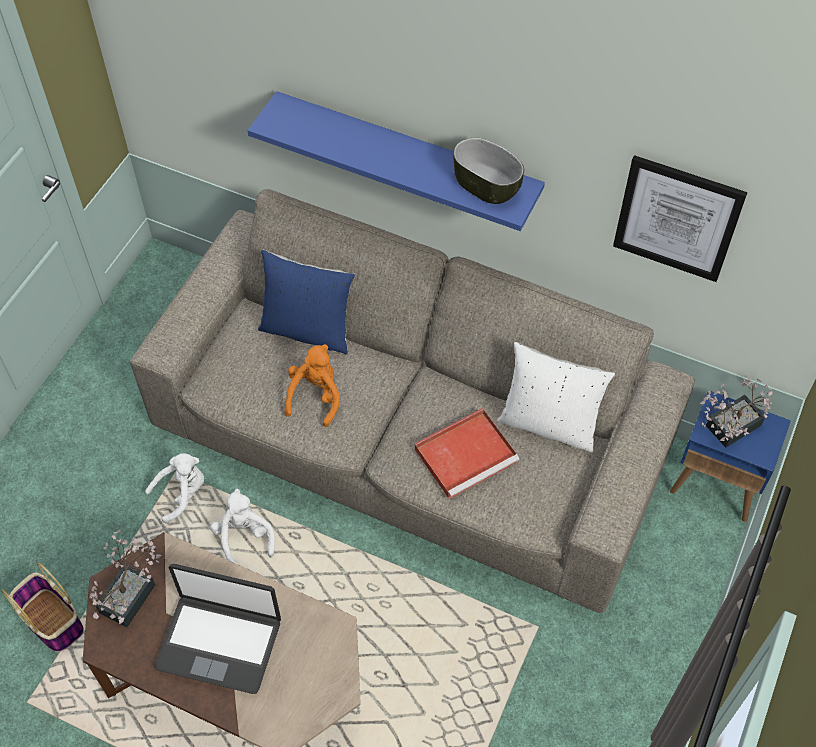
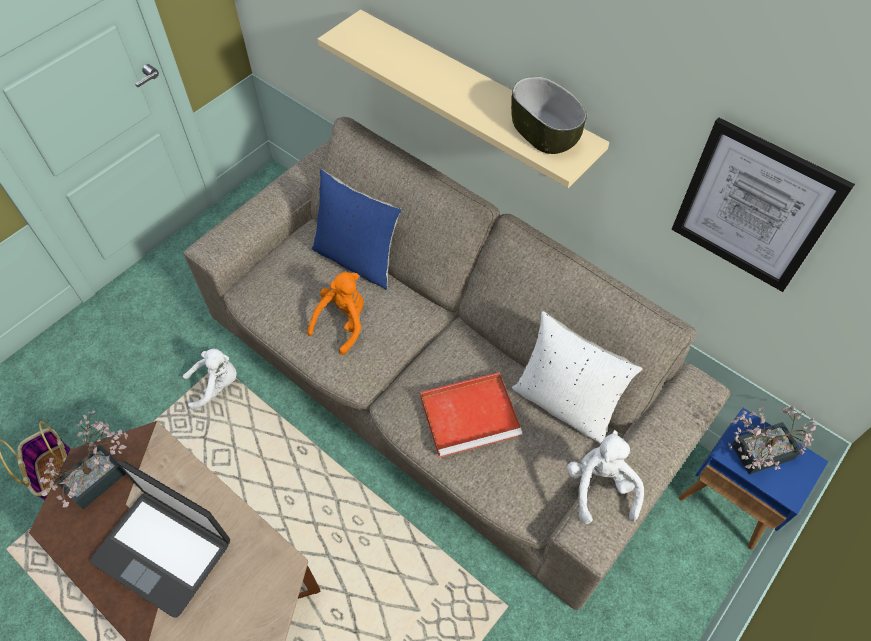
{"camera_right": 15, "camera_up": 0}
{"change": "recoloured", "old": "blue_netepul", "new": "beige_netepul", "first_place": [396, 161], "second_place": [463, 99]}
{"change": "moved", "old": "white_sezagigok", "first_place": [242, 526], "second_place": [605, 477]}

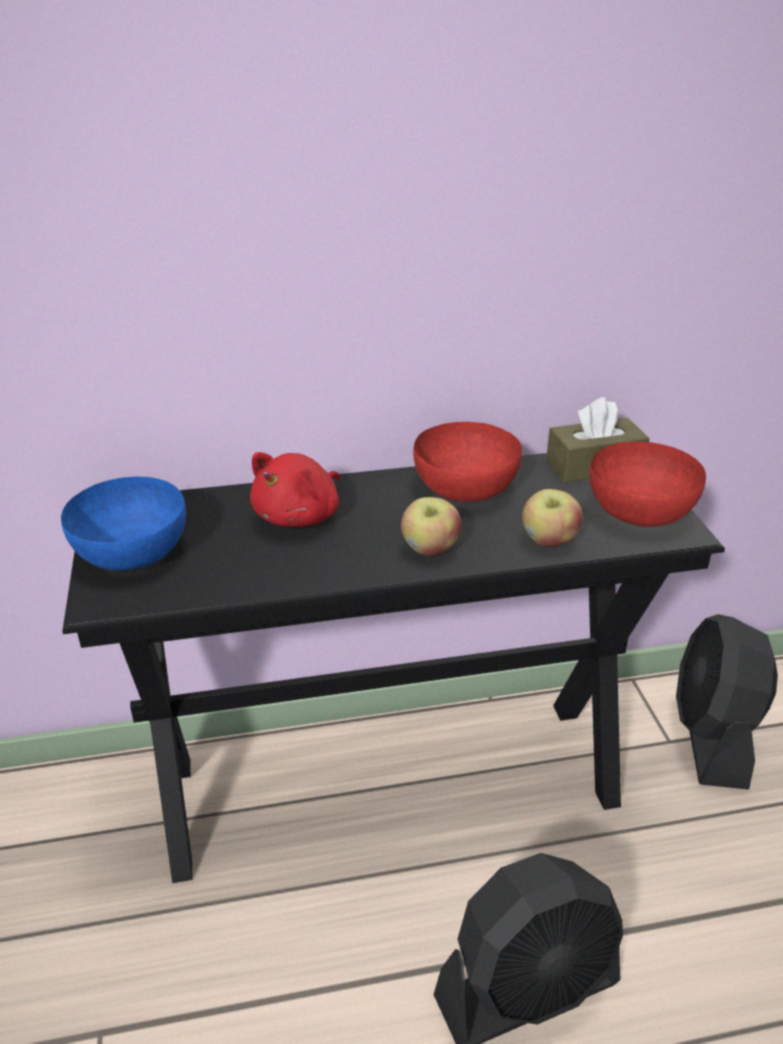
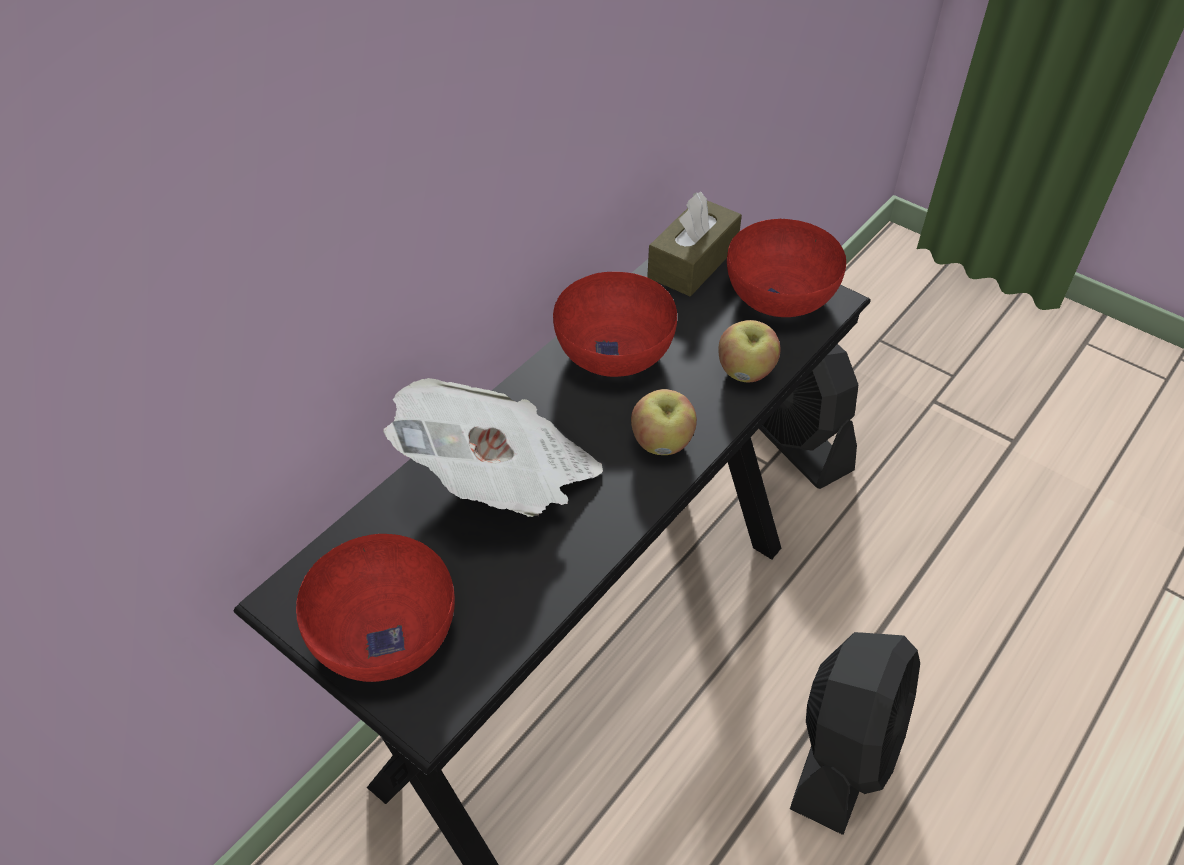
{"camera_right": -40, "camera_up": 15}
{"change": "recoloured", "old": "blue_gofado", "new": "red_gofado", "first_place": [123, 523], "second_place": [375, 608]}
{"change": "replaced", "old": "red_sezagigok", "new": "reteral", "first_place": [295, 489], "second_place": [493, 447]}

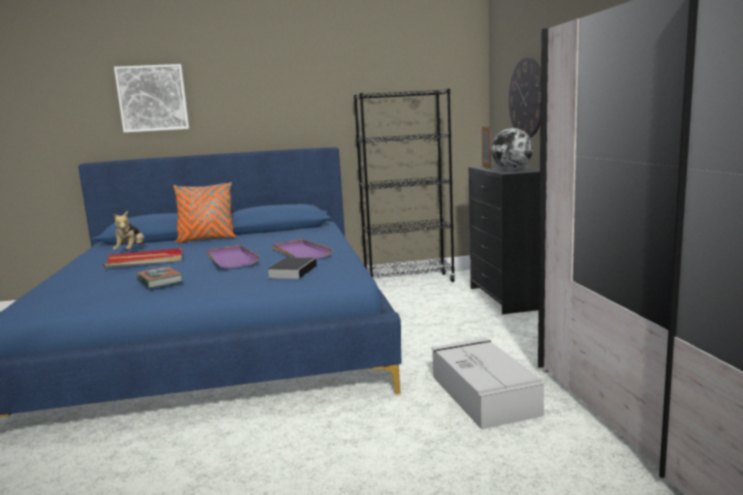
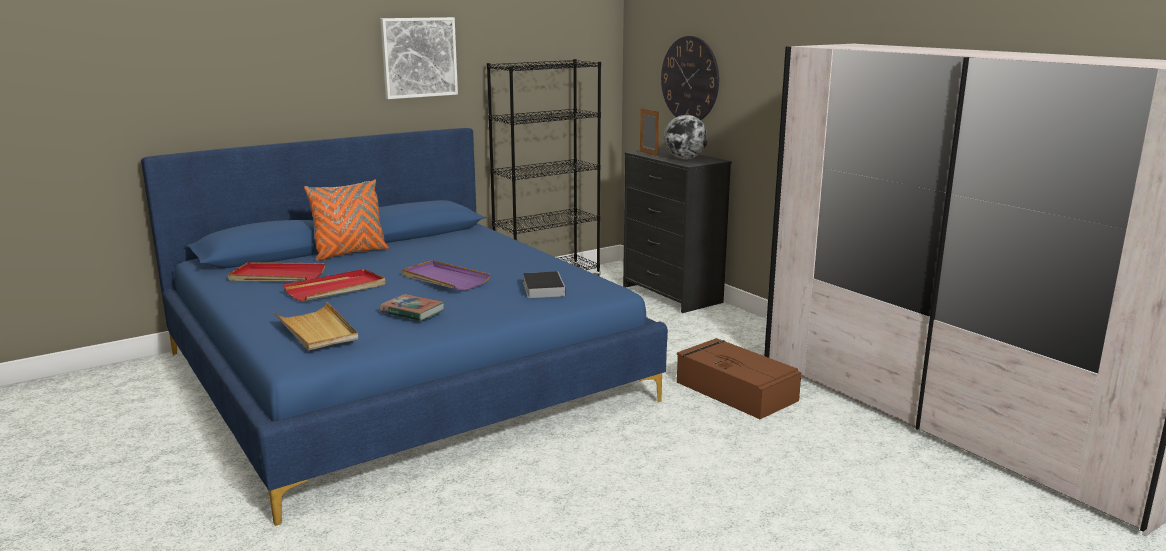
{"camera_right": -25, "camera_up": 5}
{"change": "replaced", "old": "sezagigok", "new": "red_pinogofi", "first_place": [128, 230], "second_place": [277, 271]}
{"change": "added", "new": "beige_pinogofi", "second_place": [316, 326]}
{"change": "moved", "old": "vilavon", "first_place": [151, 98], "second_place": [419, 58]}
{"change": "recoloured", "old": "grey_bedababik", "new": "brown_bedababik", "first_place": [488, 384], "second_place": [739, 378]}
{"change": "removed", "old": "purple_pinogofi", "first_place": [303, 249]}

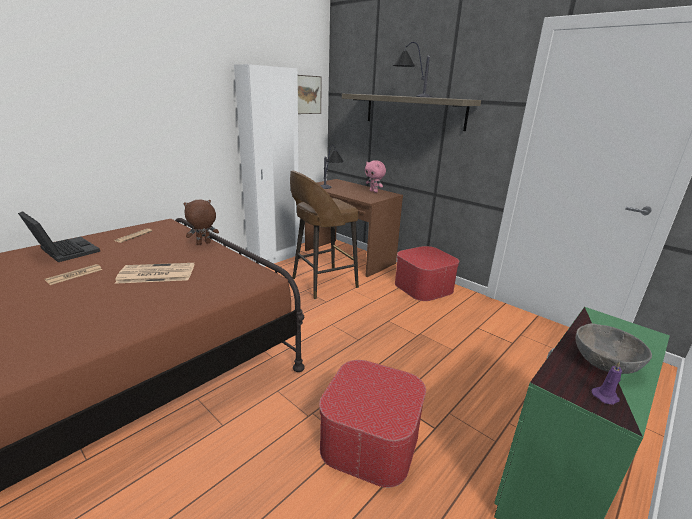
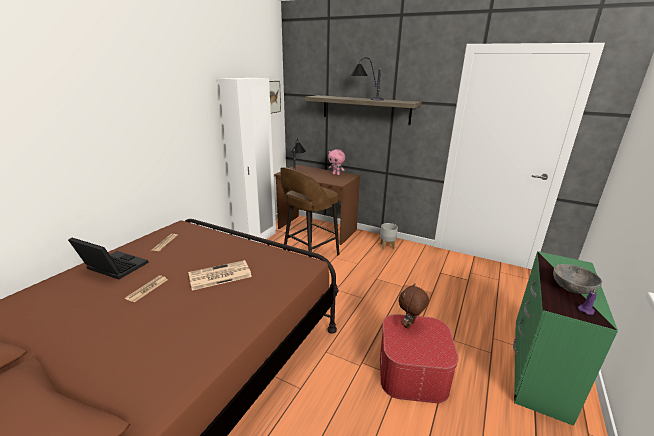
{"camera_right": -15, "camera_up": 0}
{"change": "replaced", "old": "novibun", "new": "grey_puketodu", "first_place": [427, 273], "second_place": [389, 236]}
{"change": "moved", "old": "brown_sezagigok", "first_place": [201, 222], "second_place": [414, 306]}

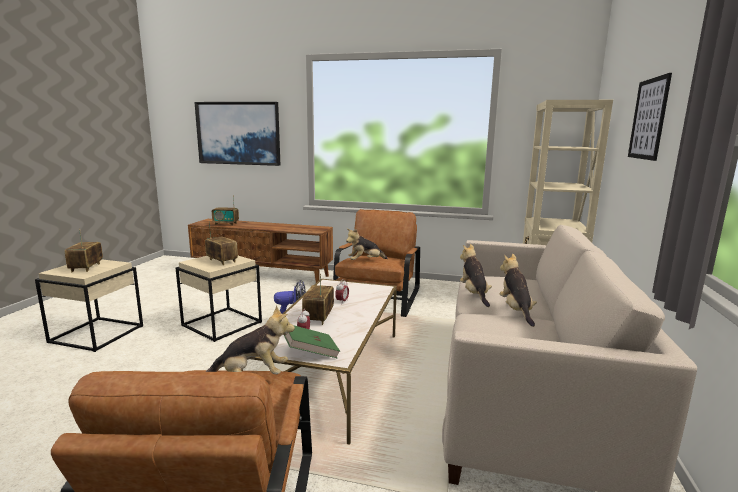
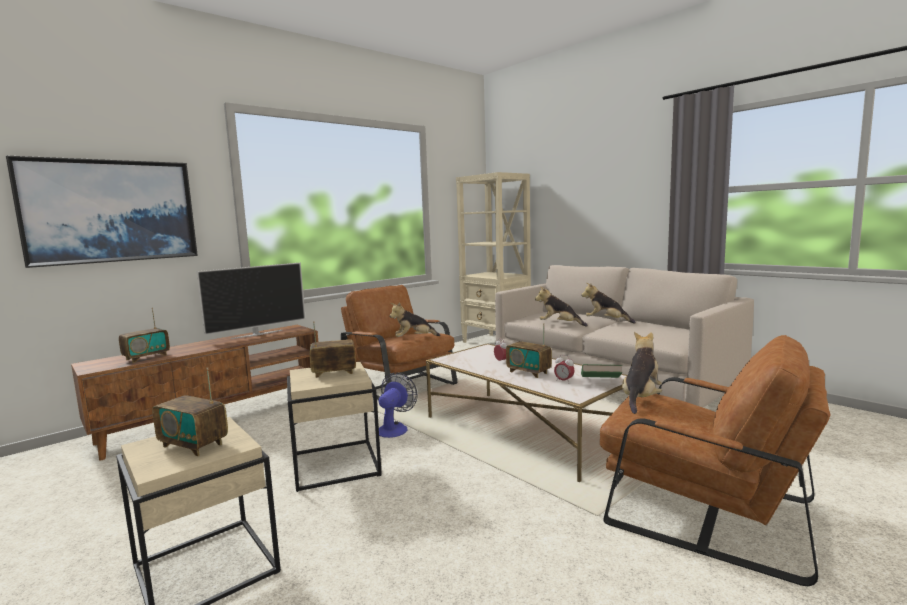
{"camera_right": -55, "camera_up": -5}
{"change": "added", "new": "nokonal", "second_place": [251, 301]}
{"change": "turned", "old": "sezagigok", "first_place": [367, 244], "second_place": [414, 320], "degrees": 60}
{"change": "removed", "old": "vilavon", "first_place": [650, 117]}

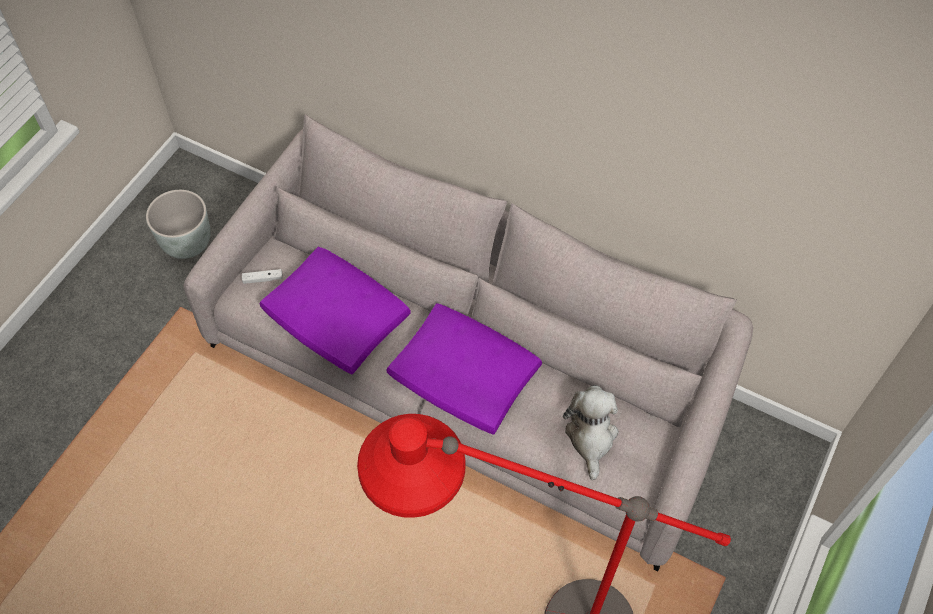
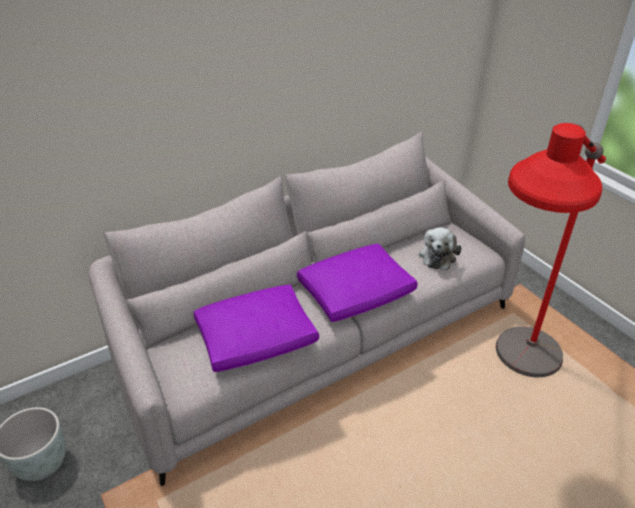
{"camera_right": -60, "camera_up": -20}
{"change": "turned", "old": "sezagigok", "first_place": [591, 433], "second_place": [440, 248], "degrees": -105}
{"change": "removed", "old": "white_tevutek", "first_place": [262, 276]}

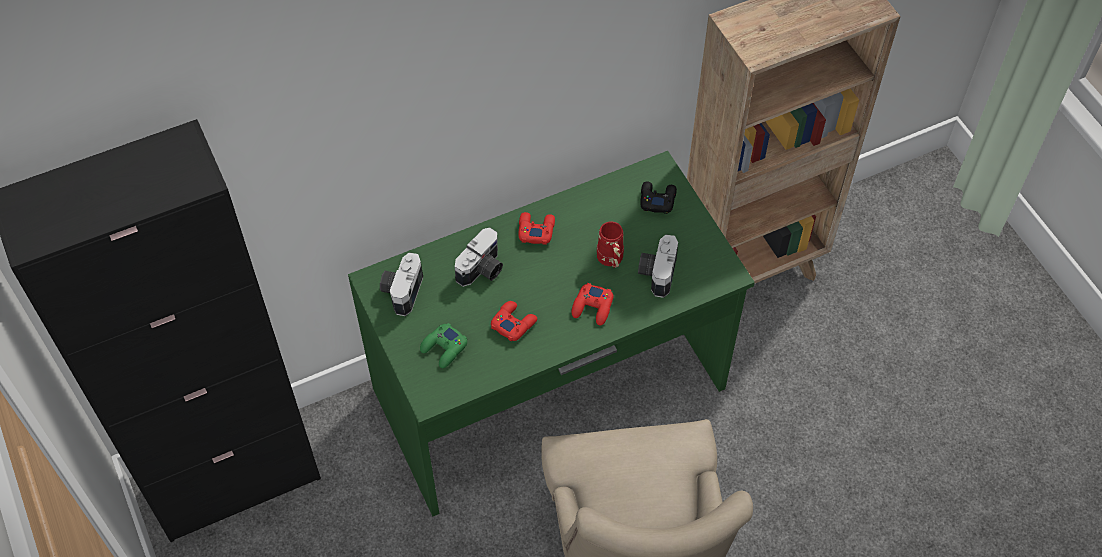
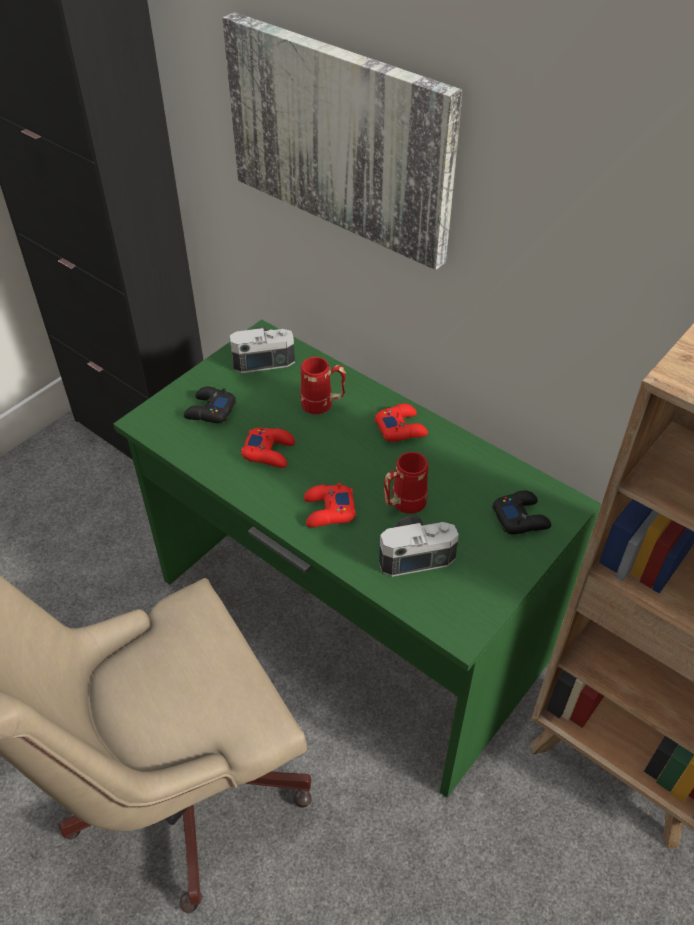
{"camera_right": 65, "camera_up": -10}
{"change": "recoloured", "old": "green_tevutek", "new": "black_tevutek", "first_place": [443, 345], "second_place": [210, 404]}
{"change": "added", "new": "vilavon", "second_place": [342, 141]}
{"change": "replaced", "old": "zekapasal", "new": "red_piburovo", "first_place": [479, 257], "second_place": [323, 385]}

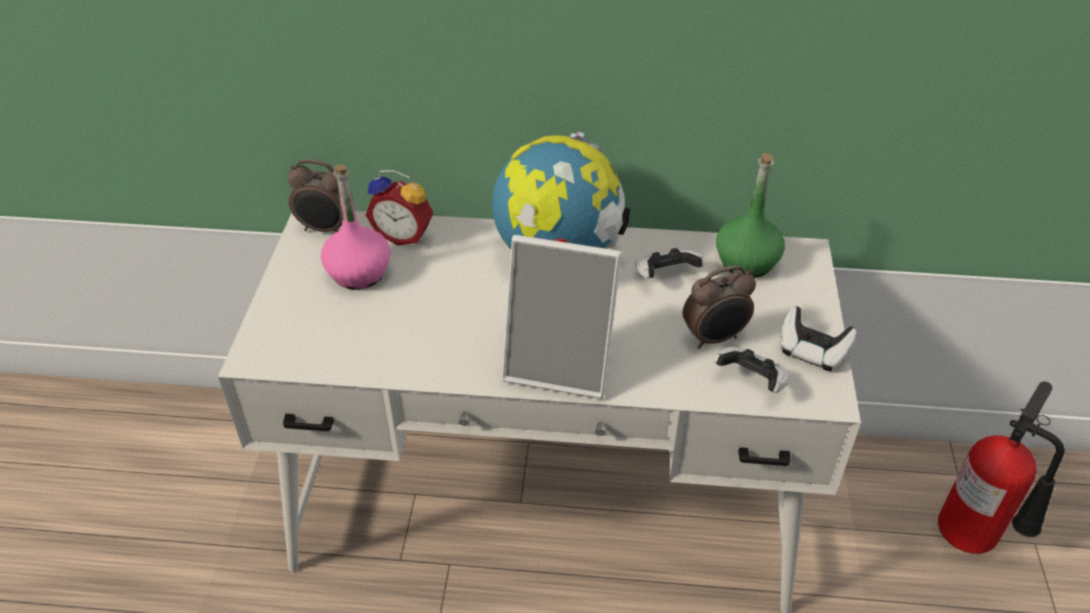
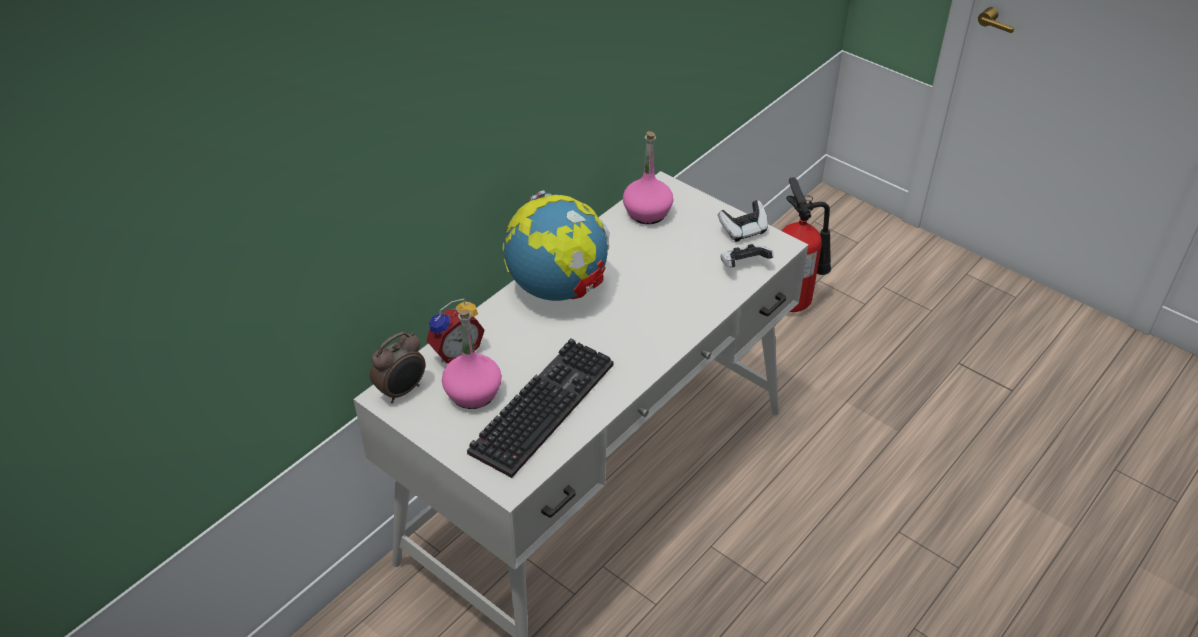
{"camera_right": -55, "camera_up": 0}
{"change": "added", "new": "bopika", "second_place": [540, 408]}
{"change": "recoloured", "old": "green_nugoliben", "new": "pink_nugoliben", "first_place": [750, 215], "second_place": [648, 177]}
{"change": "removed", "old": "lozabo", "first_place": [562, 317]}
{"change": "removed", "old": "tevutek", "first_place": [669, 263]}
{"change": "removed", "old": "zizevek", "first_place": [719, 307]}

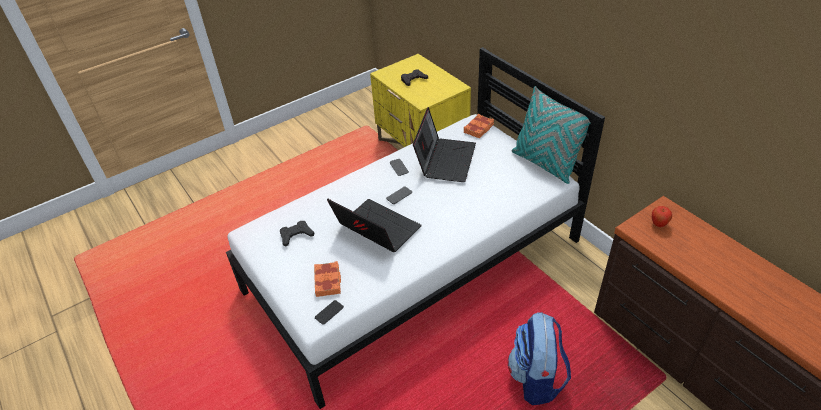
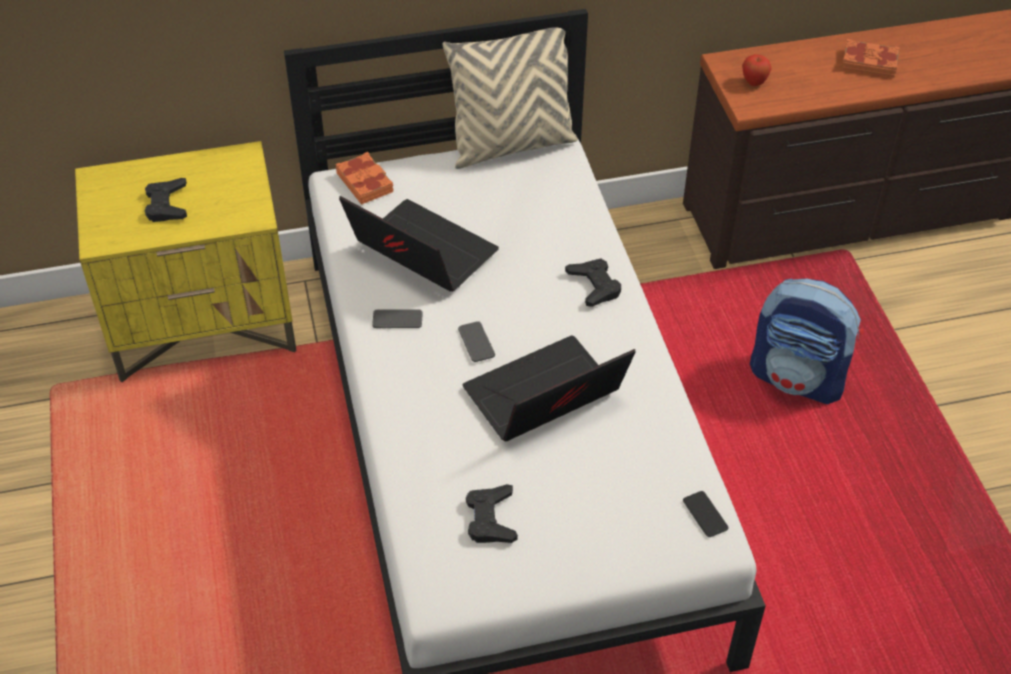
{"camera_right": -70, "camera_up": 5}
{"change": "recoloured", "old": "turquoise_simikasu", "new": "beige_simikasu", "first_place": [551, 135], "second_place": [510, 98]}
{"change": "added", "new": "black_tevutek", "second_place": [593, 283]}
{"change": "moved", "old": "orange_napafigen", "first_place": [327, 279], "second_place": [871, 58]}

